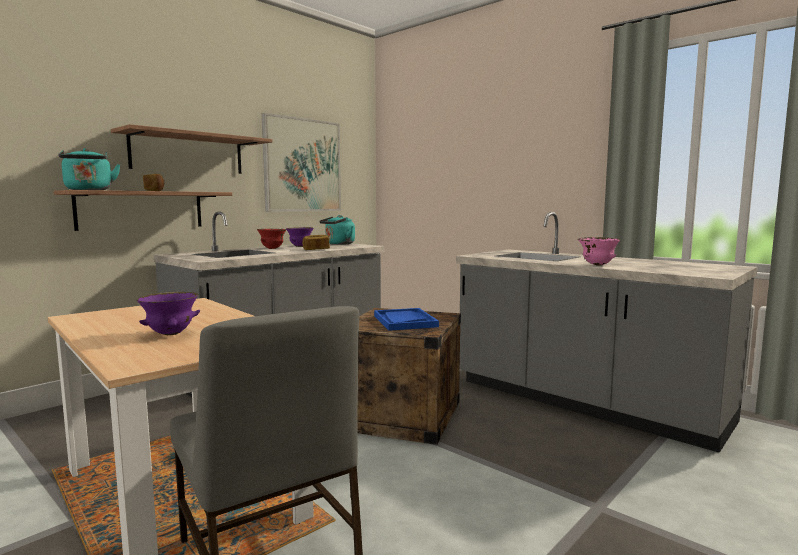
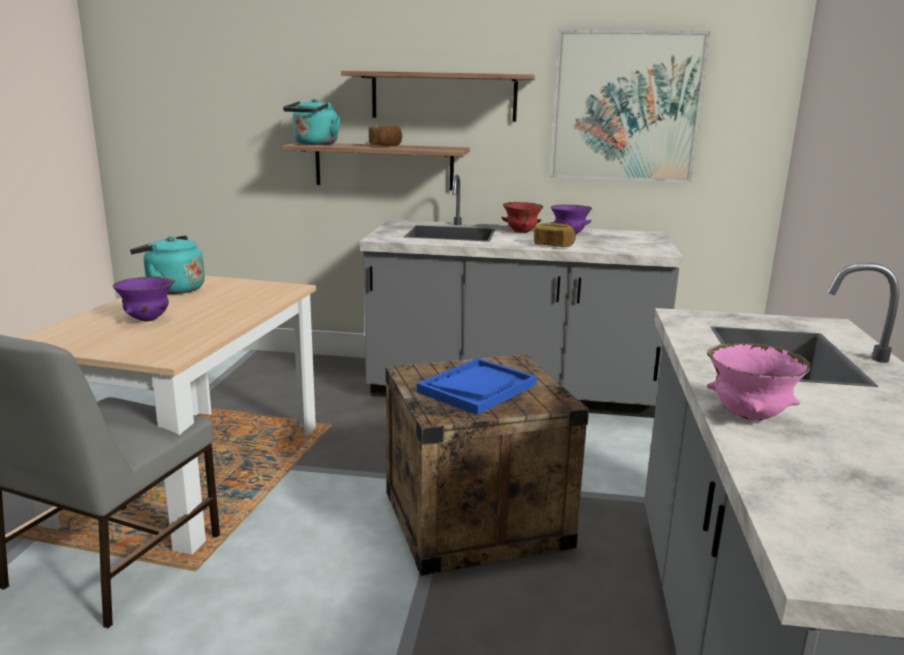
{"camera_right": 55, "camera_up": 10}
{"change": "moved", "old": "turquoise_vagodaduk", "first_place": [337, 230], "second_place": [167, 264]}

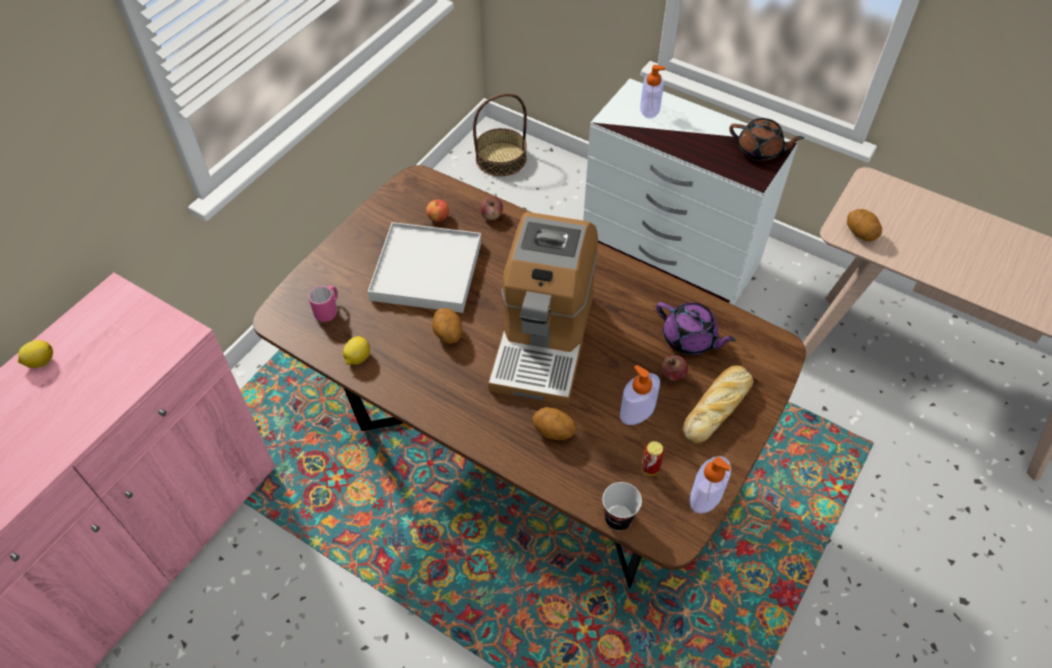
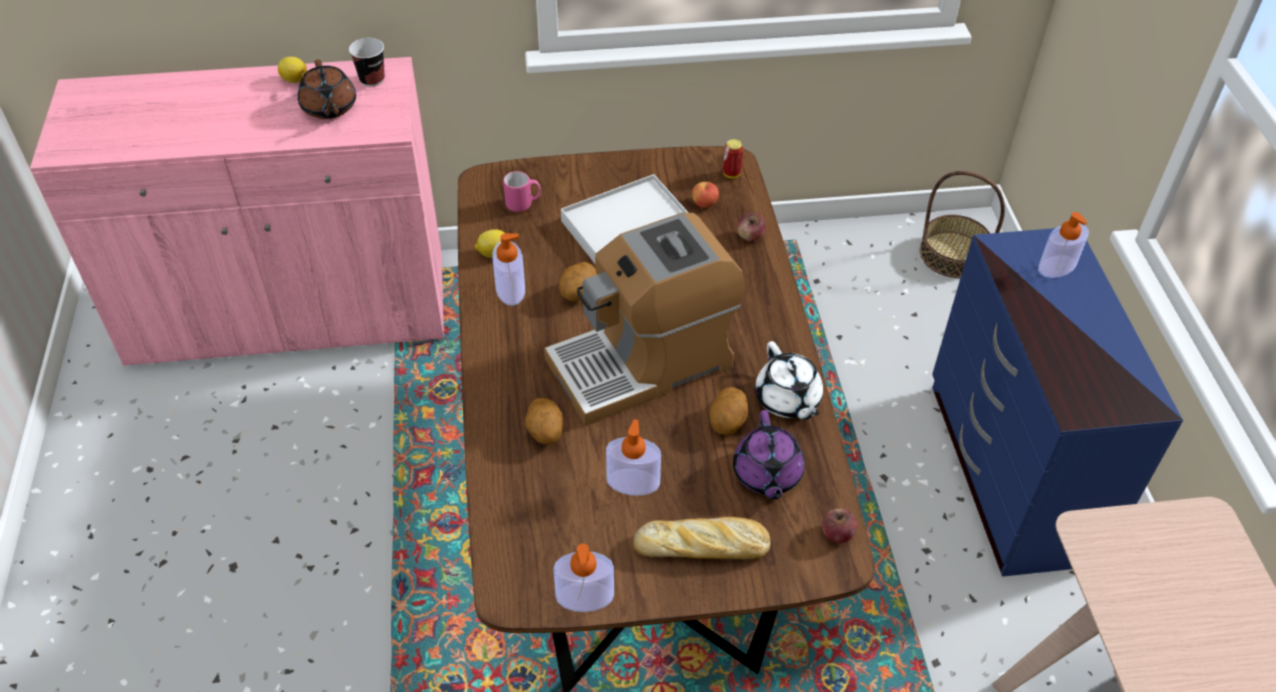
{"camera_right": 50, "camera_up": -5}
{"change": "moved", "old": "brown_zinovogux", "first_place": [766, 139], "second_place": [327, 89]}
{"change": "moved", "old": "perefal", "first_place": [622, 506], "second_place": [367, 62]}
{"change": "added", "new": "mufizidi", "second_place": [508, 269]}
{"change": "moved", "old": "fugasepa", "first_place": [864, 225], "second_place": [729, 411]}
{"change": "moved", "old": "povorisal", "first_place": [653, 458], "second_place": [733, 158]}
{"change": "added", "new": "white_zinovogux", "second_place": [789, 380]}
{"change": "moved", "old": "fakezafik", "first_place": [674, 368], "second_place": [839, 526]}
{"change": "recoloured", "old": "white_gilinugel", "new": "blue_gilinugel", "first_place": [690, 192], "second_place": [1057, 402]}

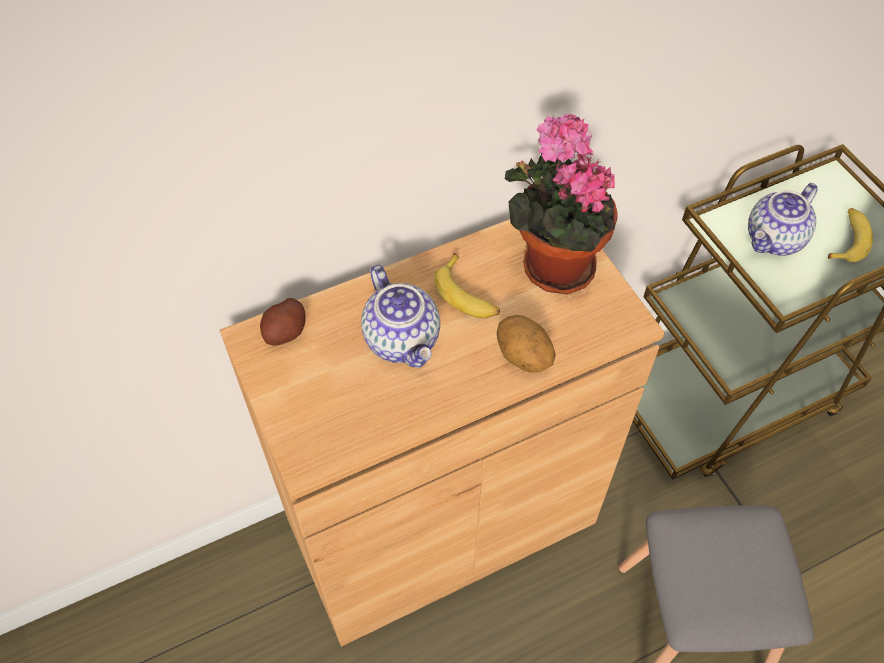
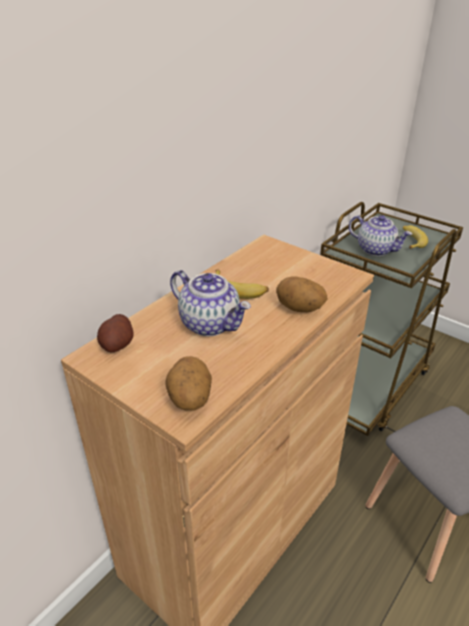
{"camera_right": -25, "camera_up": -20}
{"change": "added", "new": "fugasepa", "second_place": [189, 383]}
{"change": "turned", "old": "zinovogux", "first_place": [783, 219], "second_place": [380, 235], "degrees": -75}
{"change": "removed", "old": "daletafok", "first_place": [561, 204]}

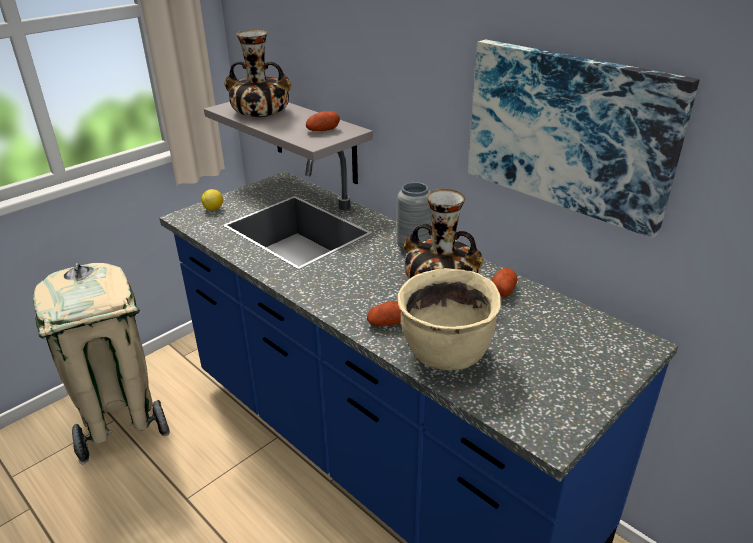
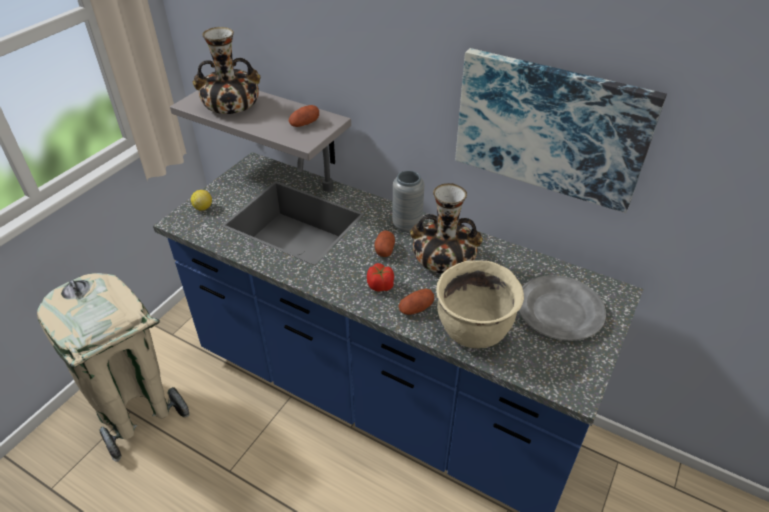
{"camera_right": -15, "camera_up": 10}
{"change": "added", "new": "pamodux", "second_place": [380, 277]}
{"change": "moved", "old": "fugasepa", "first_place": [504, 282], "second_place": [384, 244]}
{"change": "added", "new": "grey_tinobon", "second_place": [562, 308]}

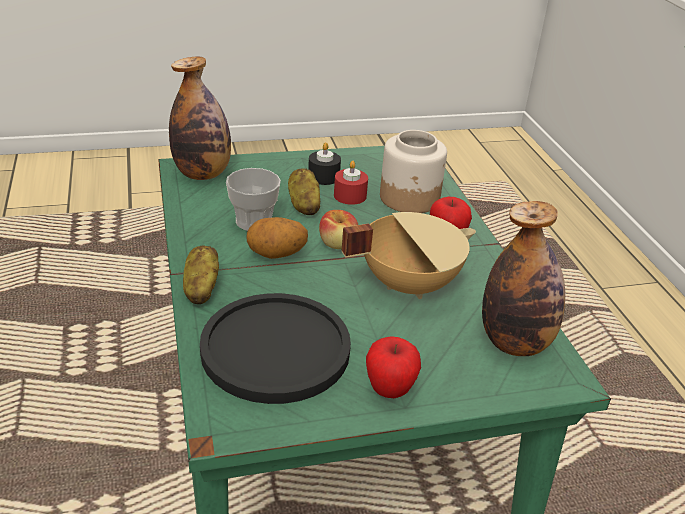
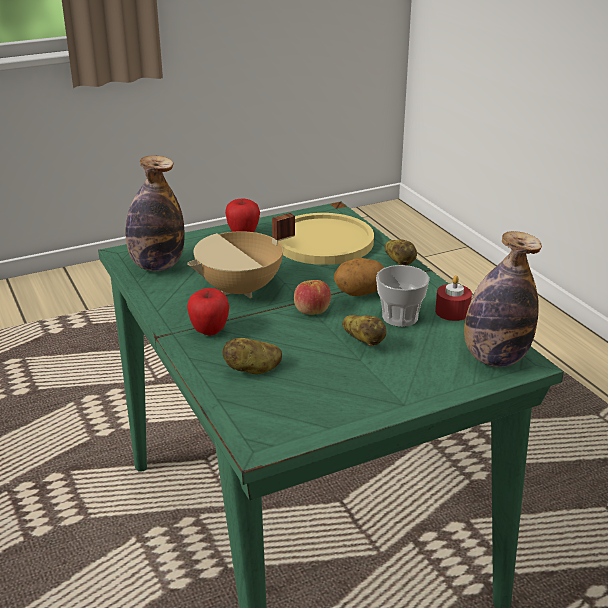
{"camera_right": 170, "camera_up": -5}
{"change": "replaced", "old": "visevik", "new": "fugasepa", "first_place": [413, 171], "second_place": [252, 356]}
{"change": "recoloured", "old": "black_tinobon", "new": "yellow_tinobon", "first_place": [275, 348], "second_place": [326, 239]}
{"change": "moved", "old": "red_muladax", "first_place": [351, 183], "second_place": [453, 298]}
{"change": "removed", "old": "black_muladax", "first_place": [324, 163]}

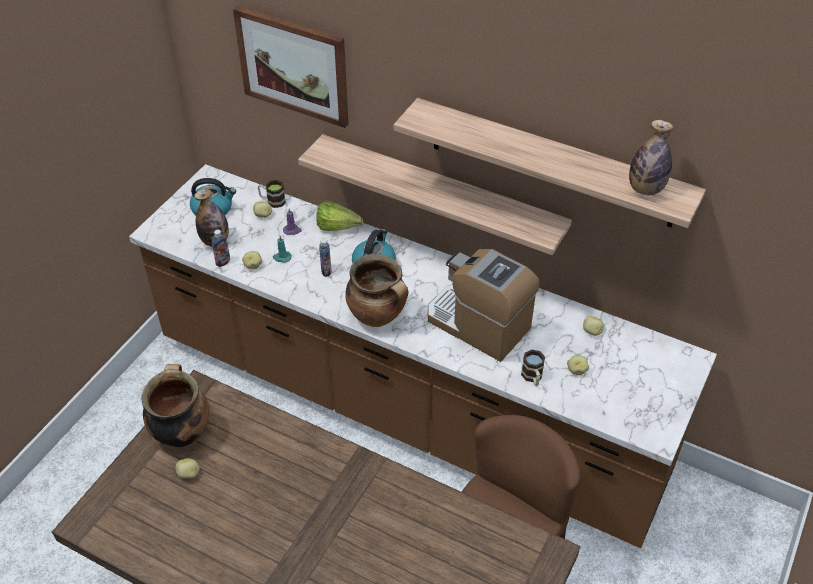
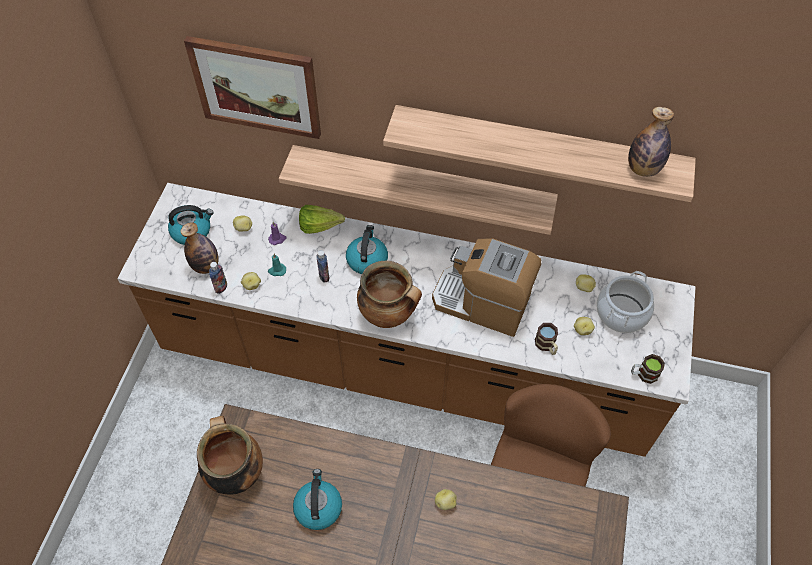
{"camera_right": -15, "camera_up": 10}
{"change": "added", "new": "vagodaduk", "second_place": [317, 499]}
{"change": "moved", "old": "fugasepa", "first_place": [188, 468], "second_place": [446, 499]}
{"change": "added", "new": "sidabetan", "second_place": [625, 302]}
{"change": "moved", "old": "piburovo", "first_place": [272, 194], "second_place": [648, 369]}

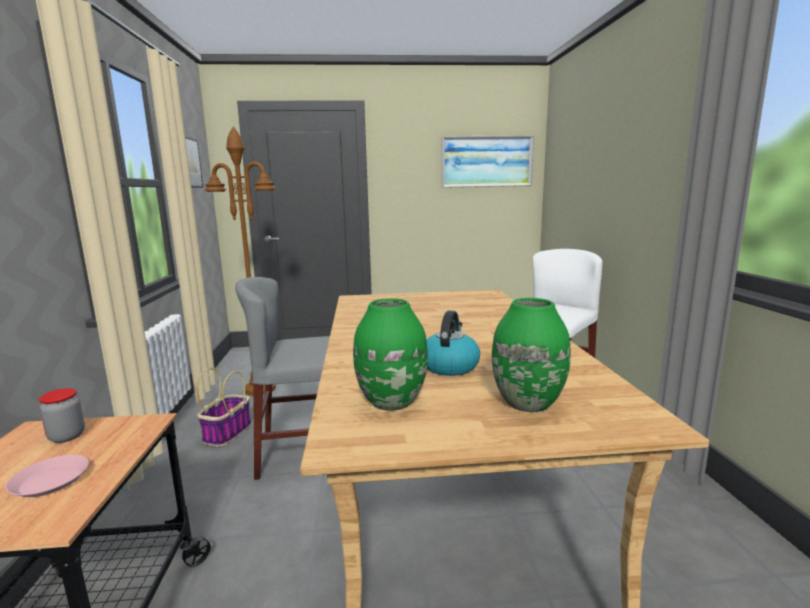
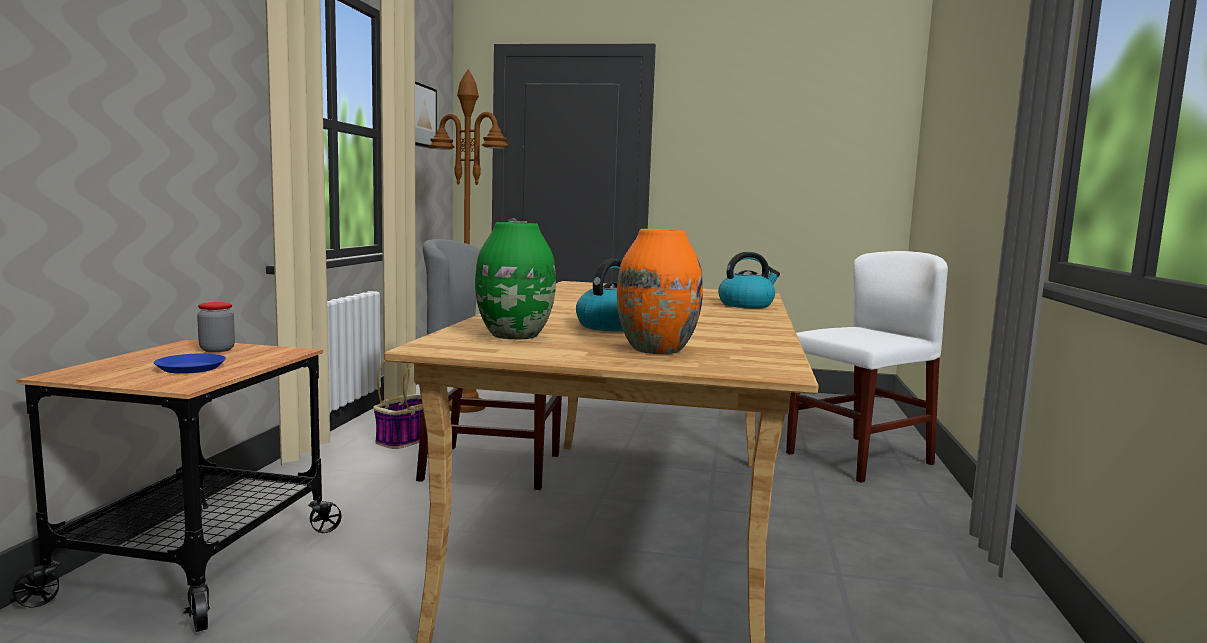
{"camera_right": 15, "camera_up": -5}
{"change": "recoloured", "old": "pink_tinobon", "new": "blue_tinobon", "first_place": [47, 476], "second_place": [190, 364]}
{"change": "recoloured", "old": "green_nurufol", "new": "orange_nurufol", "first_place": [531, 355], "second_place": [660, 291]}
{"change": "added", "new": "vagodaduk", "second_place": [749, 280]}
{"change": "removed", "old": "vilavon", "first_place": [488, 161]}

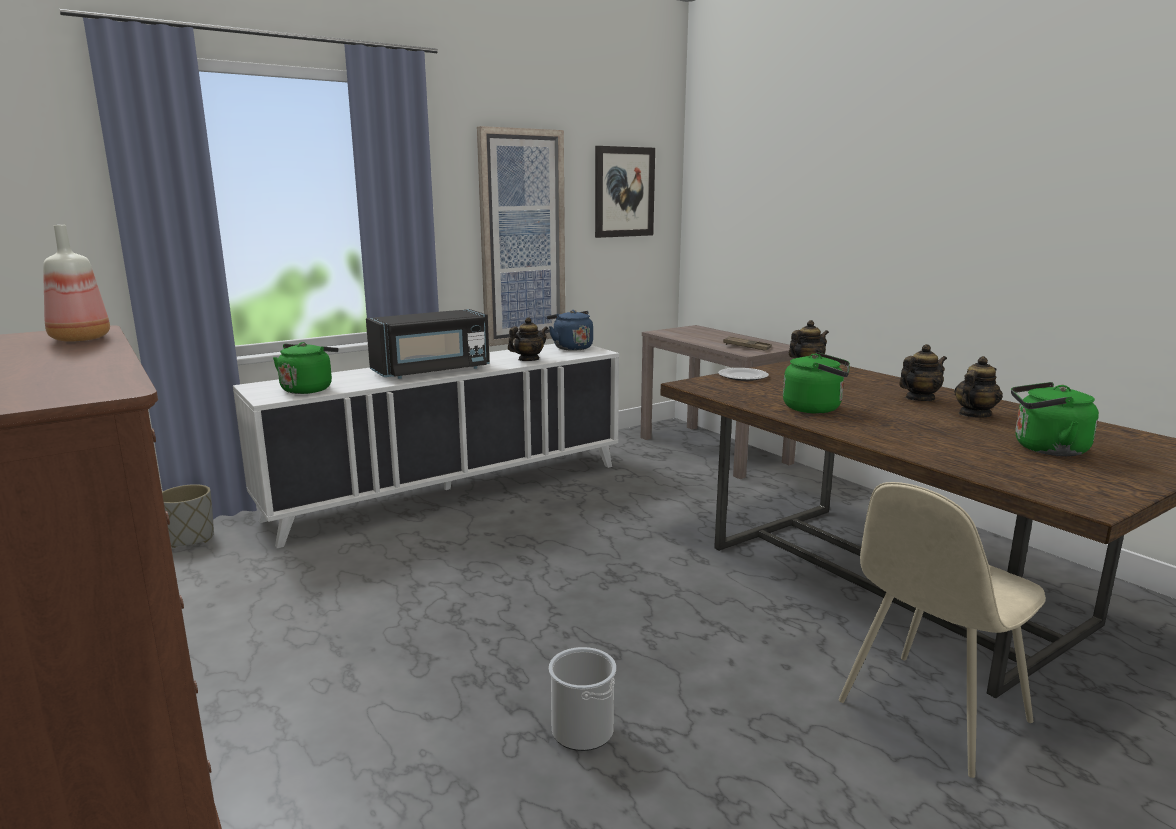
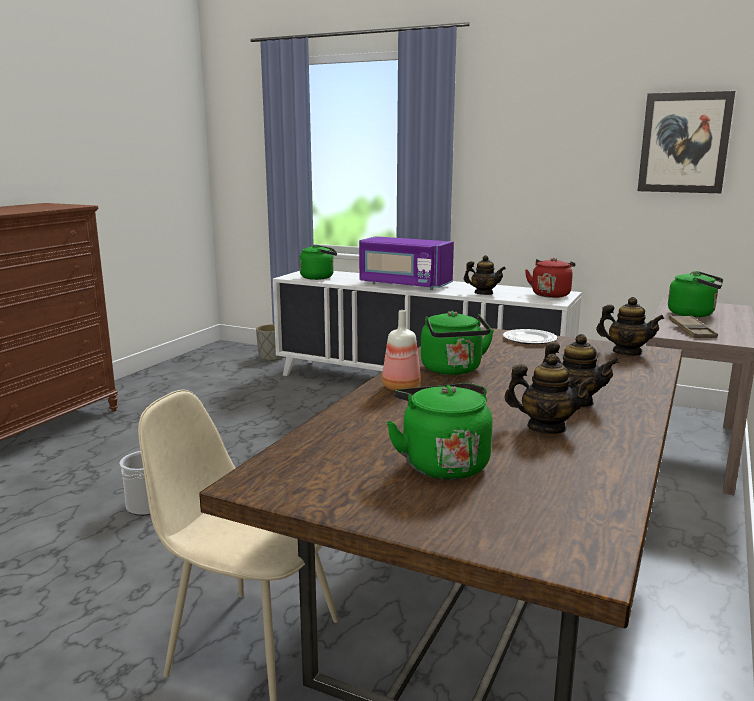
{"camera_right": 60, "camera_up": 0}
{"change": "recoloured", "old": "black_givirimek", "new": "purple_givirimek", "first_place": [428, 344], "second_place": [406, 263]}
{"change": "moved", "old": "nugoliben", "first_place": [76, 283], "second_place": [401, 350]}
{"change": "recoloured", "old": "blue_vagodaduk", "new": "red_vagodaduk", "first_place": [570, 330], "second_place": [550, 278]}
{"change": "added", "new": "green_vagodaduk", "second_place": [695, 294]}
{"change": "removed", "old": "vilavon", "first_place": [521, 236]}

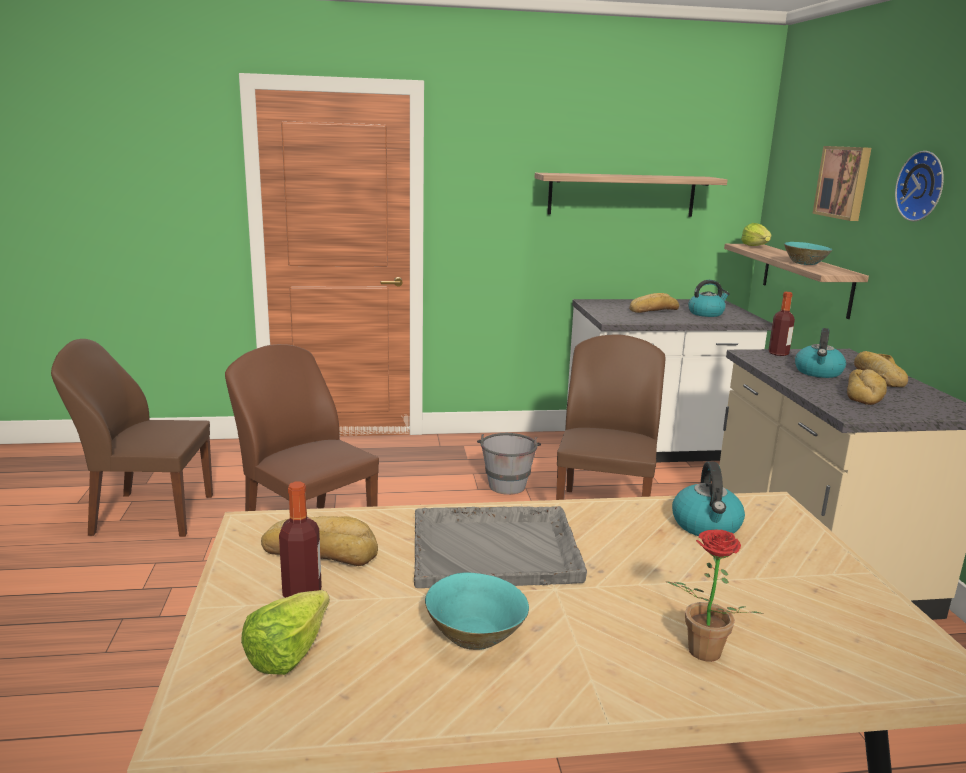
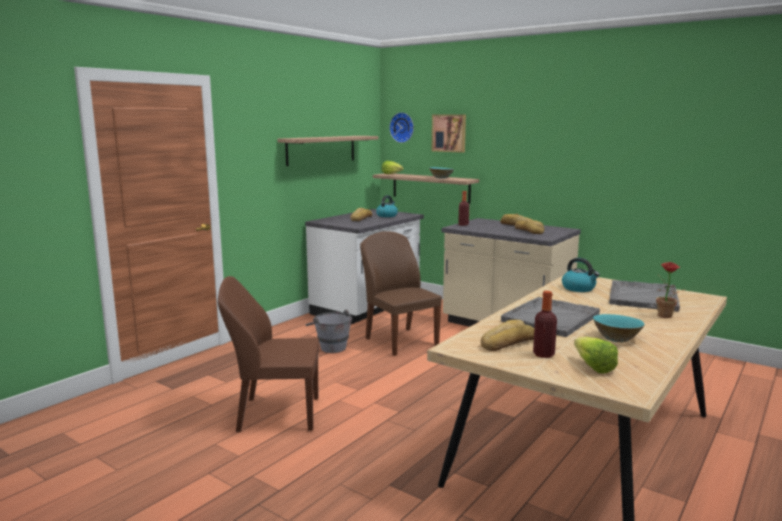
{"camera_right": -45, "camera_up": -5}
{"change": "moved", "old": "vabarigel", "first_place": [919, 186], "second_place": [401, 127]}
{"change": "added", "new": "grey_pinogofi", "second_place": [644, 296]}
{"change": "removed", "old": "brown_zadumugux", "first_place": [132, 438]}
{"change": "removed", "old": "vagodaduk", "first_place": [820, 353]}

